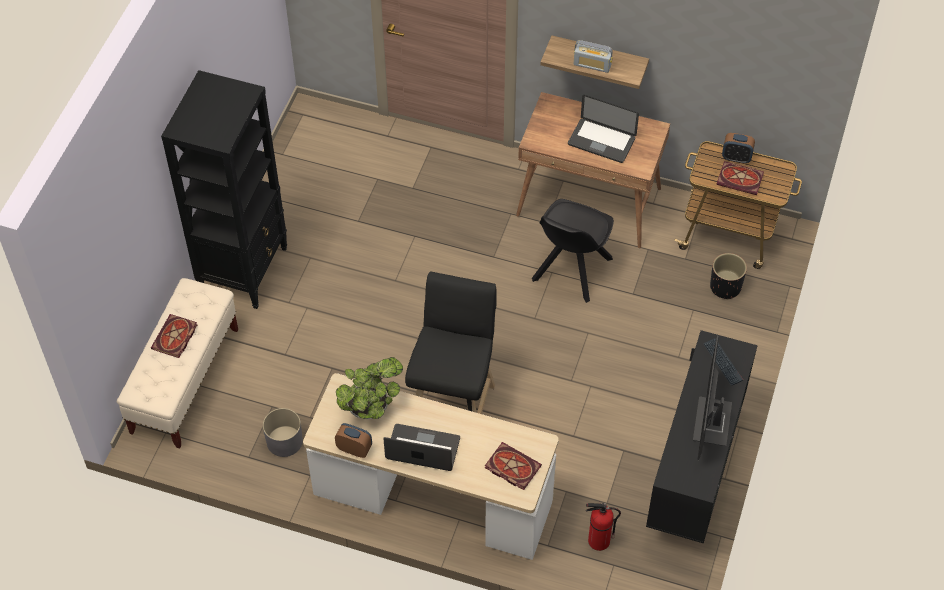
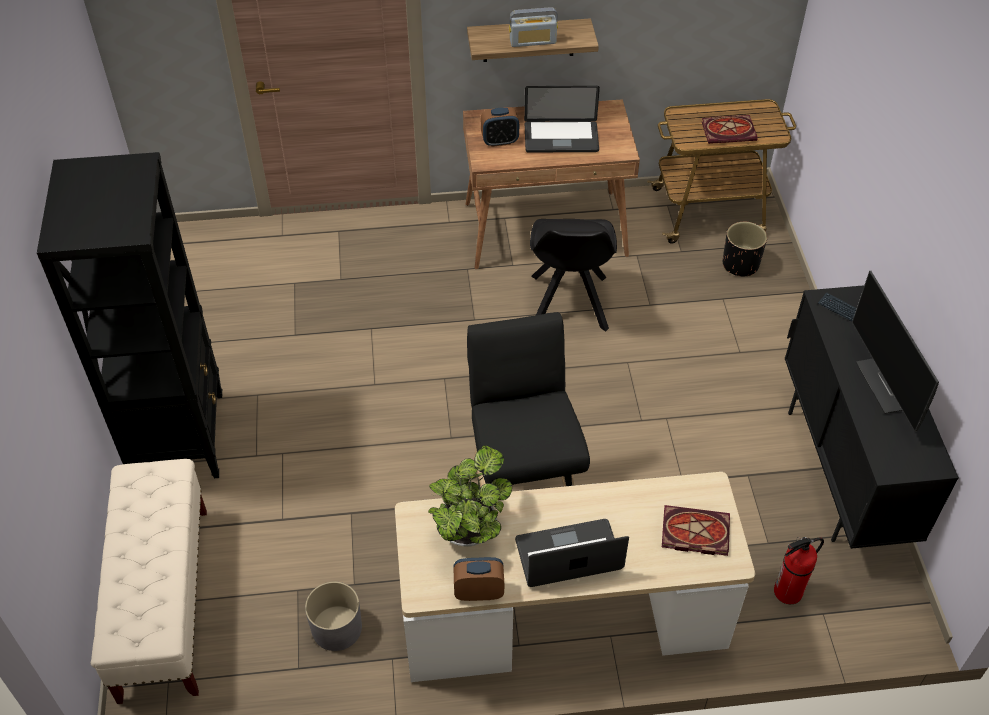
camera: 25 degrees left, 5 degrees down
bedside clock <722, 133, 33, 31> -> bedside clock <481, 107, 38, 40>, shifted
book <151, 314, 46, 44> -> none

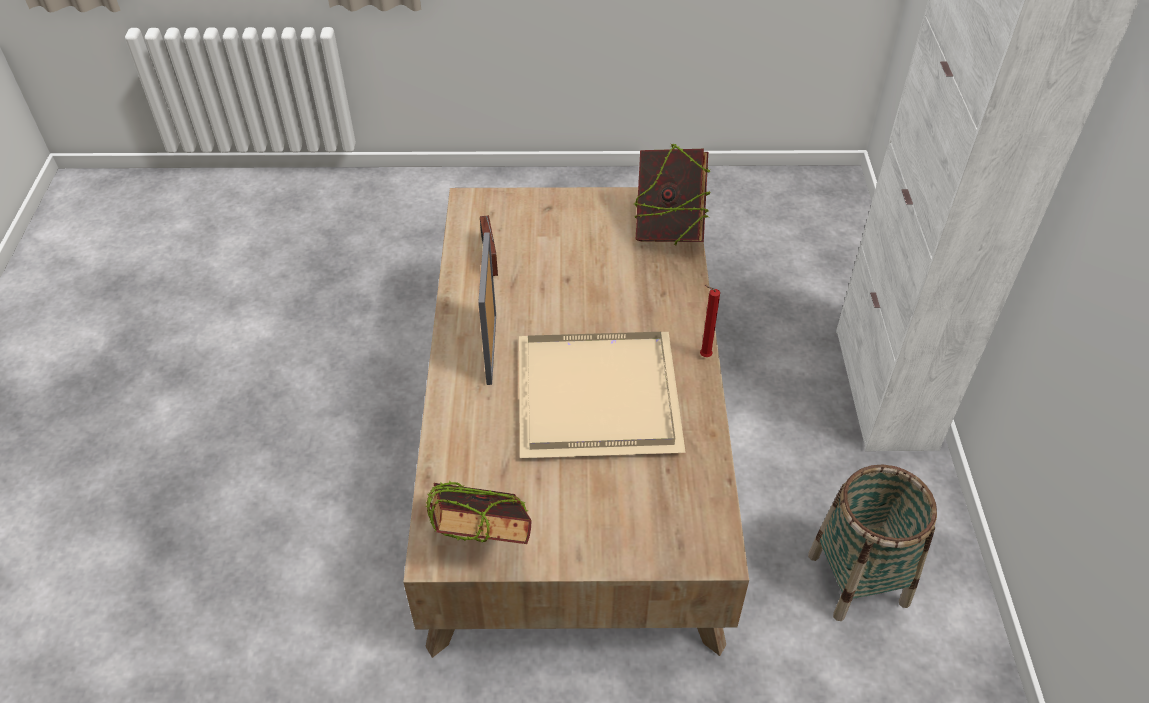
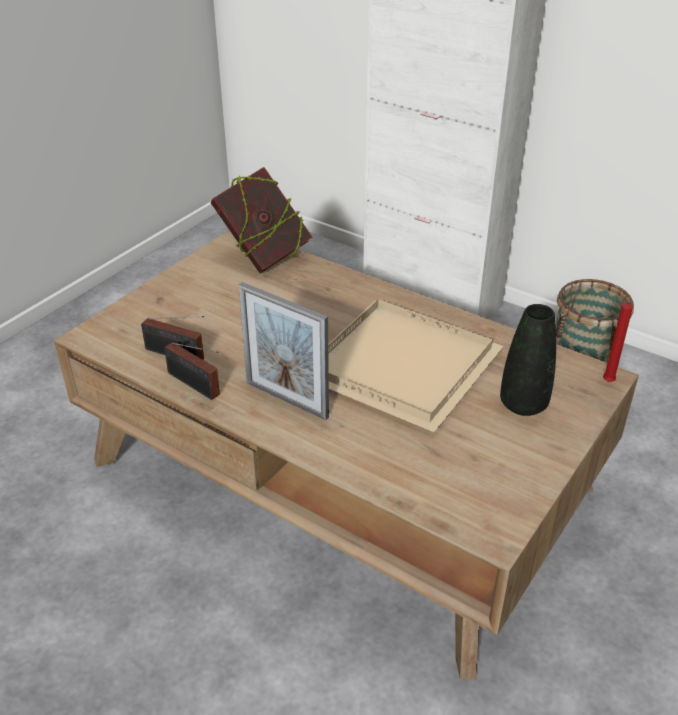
camera: 55 degrees left, 10 degrees down
none -> radio <164, 342, 56, 58>
none -> vase (black) <500, 304, 56, 112>
candle (reddish) <700, 285, 20, 72> -> candle (reddish) <603, 301, 30, 81>, shifted
book <426, 480, 105, 64> -> none

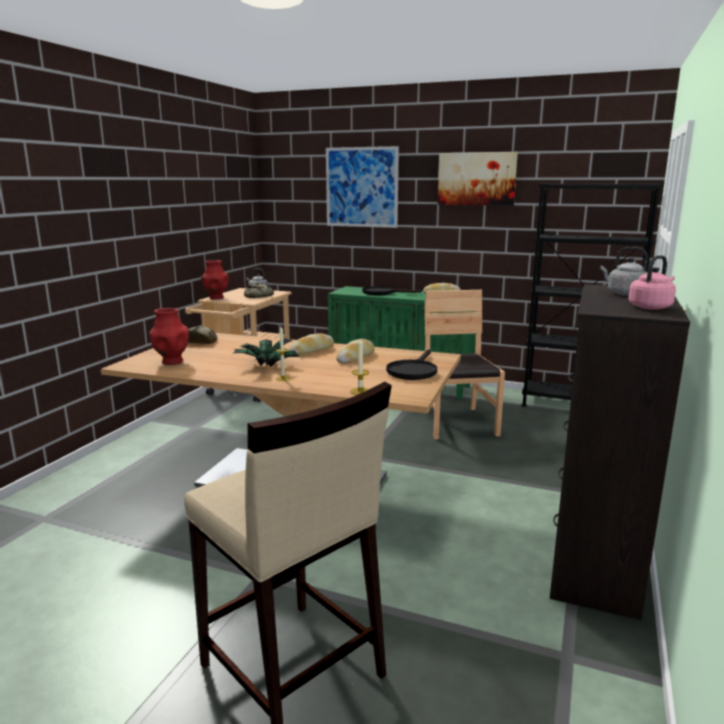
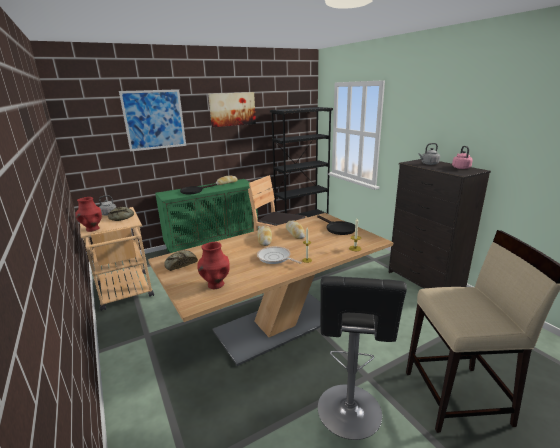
camera: 50 degrees left, 5 degrees up
plant in a pot <233, 338, 66, 29> -> pan <257, 246, 45, 18>
none -> stool (black) <318, 276, 89, 164>

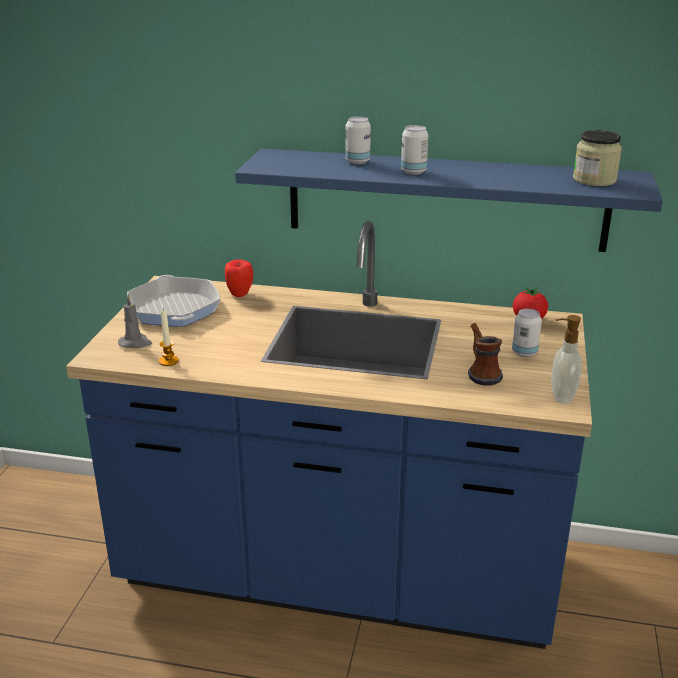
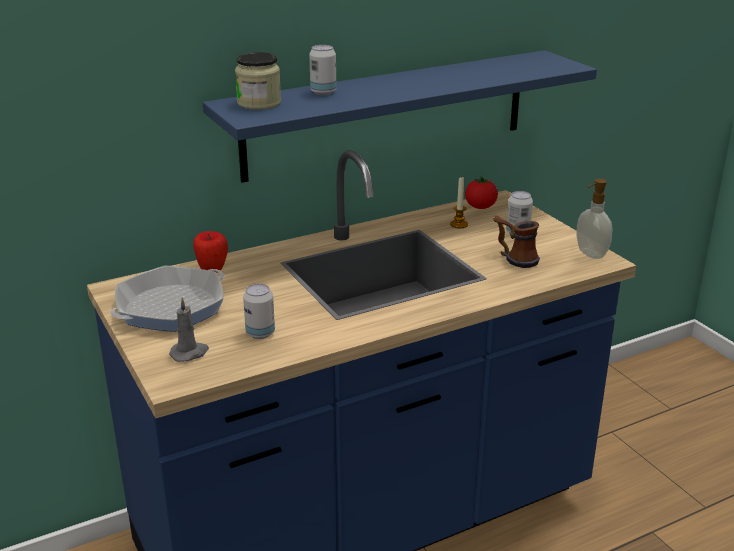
camera: 40 degrees left, 0 degrees up
pan <127, 275, 94, 52> -> pan <110, 266, 114, 66>, 75 degrees counterclockwise
preserve jar <573, 130, 49, 56> -> preserve jar <235, 52, 46, 58>, shifted
can <401, 125, 27, 50> -> can <243, 284, 32, 55>, shifted
candle <159, 309, 20, 57> -> candle <450, 176, 18, 52>, shifted

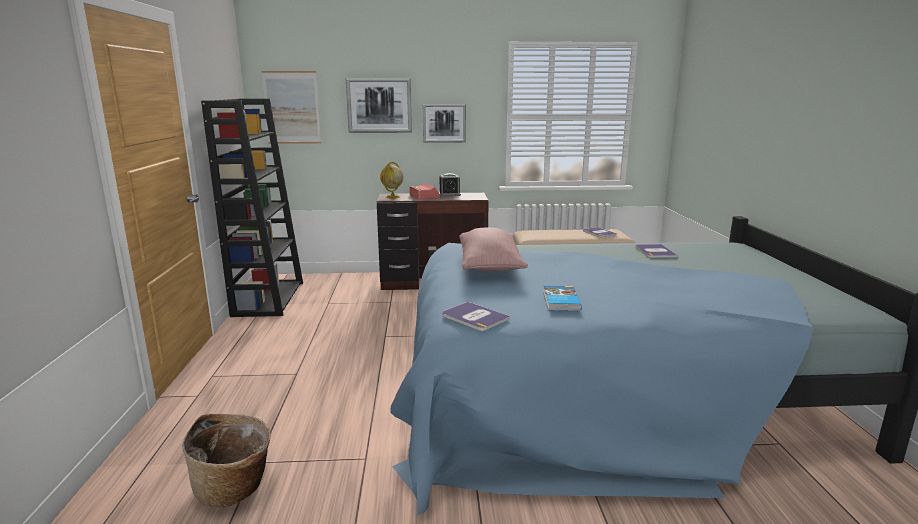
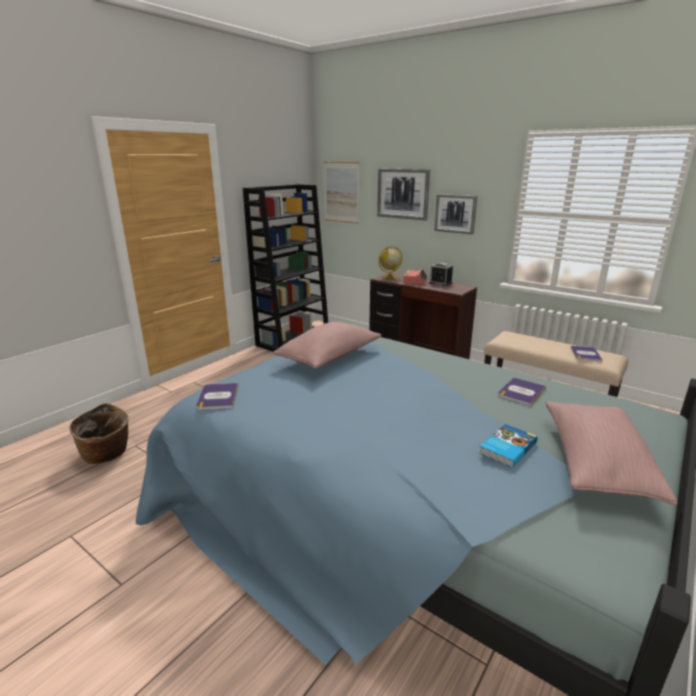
camera: 40 degrees right, 5 degrees up
book <543, 286, 39, 25> -> book <479, 424, 59, 44>, shifted
none -> cushion (pink) <546, 402, 132, 103>

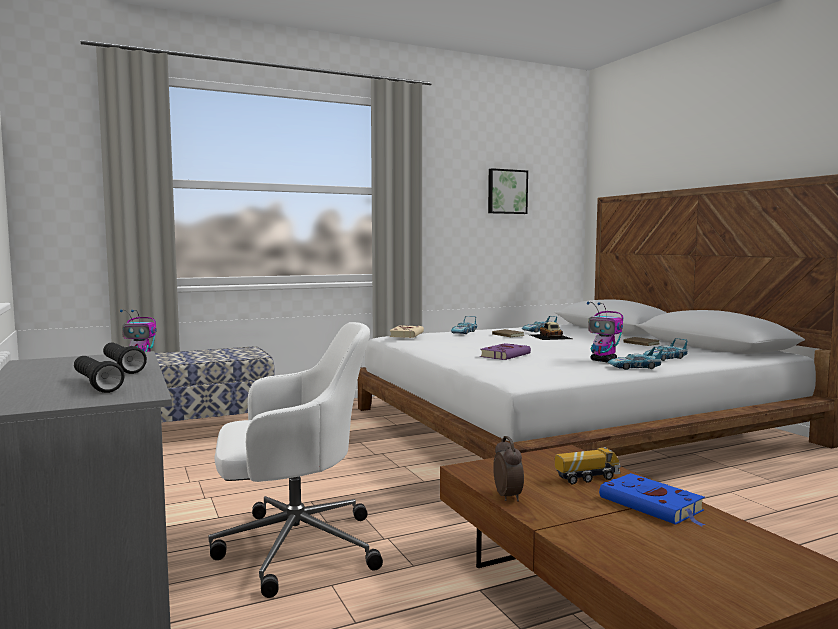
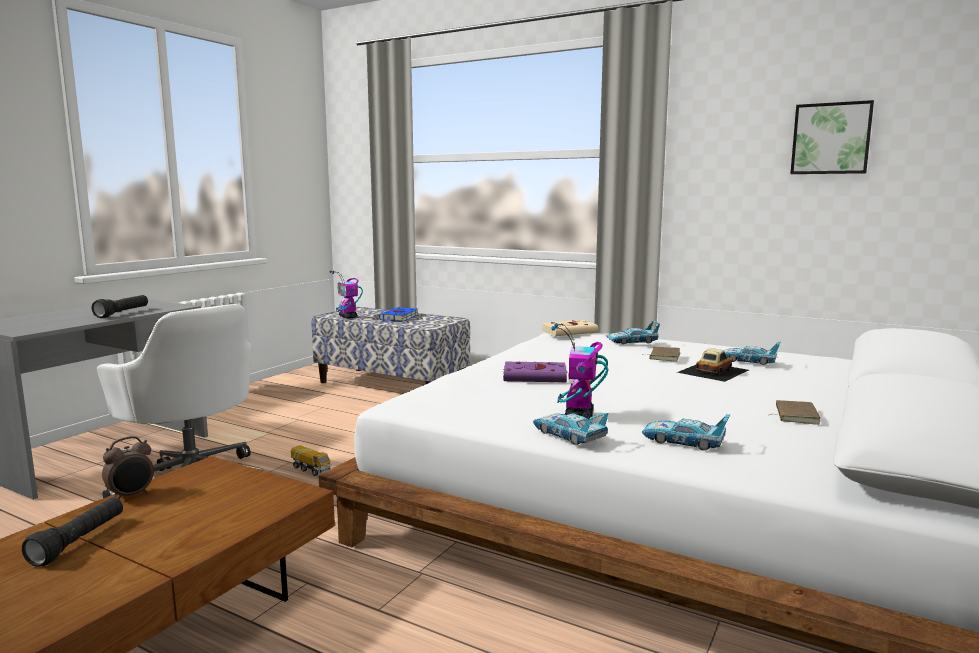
camera: 55 degrees right, 5 degrees up
hand torch (black) <74, 356, 51, 37> -> hand torch (black) <22, 497, 101, 70>, shifted
toy truck <555, 447, 66, 37> -> toy truck <291, 445, 41, 31>, shifted
book (bluish) <599, 473, 107, 54> -> book (bluish) <379, 307, 40, 16>, shifted

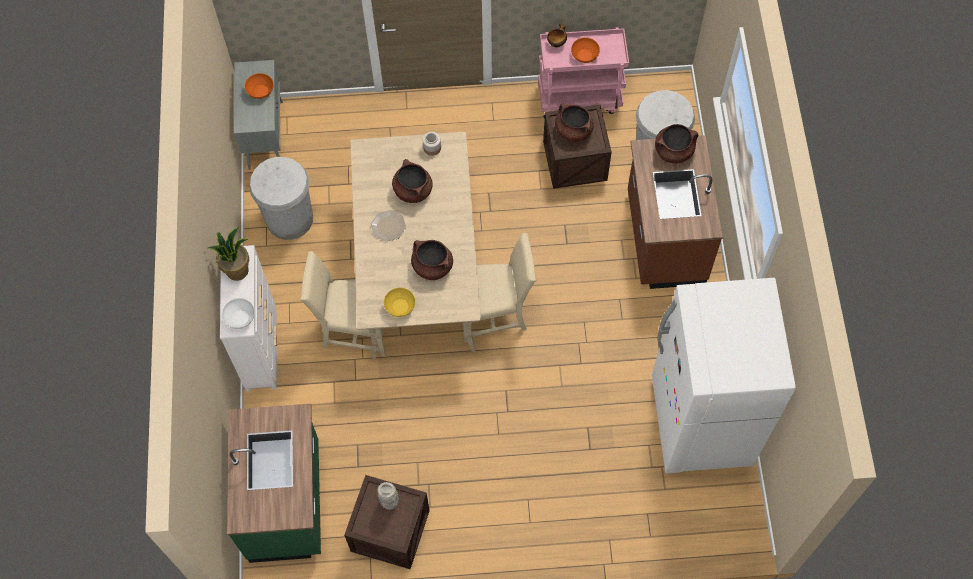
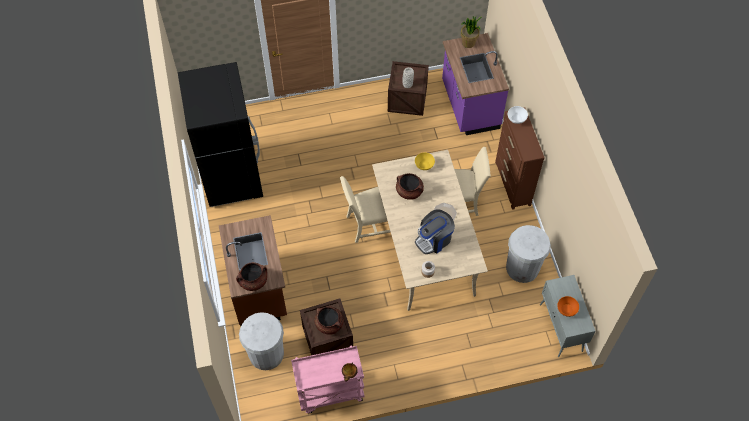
camera: 170 degrees right, 5 degrees down
kitchen fridge (whitish) <652, 278, 144, 195> -> kitchen fridge (black) <178, 62, 85, 145>
stockpot (brownish) <392, 159, 41, 44> -> coffee machine <415, 209, 40, 45>
kitchen counter (green-coloured) <227, 404, 94, 159> -> kitchen counter (purplish) <442, 33, 67, 102>
plant in a pot <207, 227, 42, 54> -> plant in a pot <461, 16, 20, 32>, shifted
drawer chest (whitish) <220, 245, 57, 147> -> drawer chest (brownish) <495, 107, 50, 103>
bowl (orange-coloured) <571, 38, 29, 25> -> none

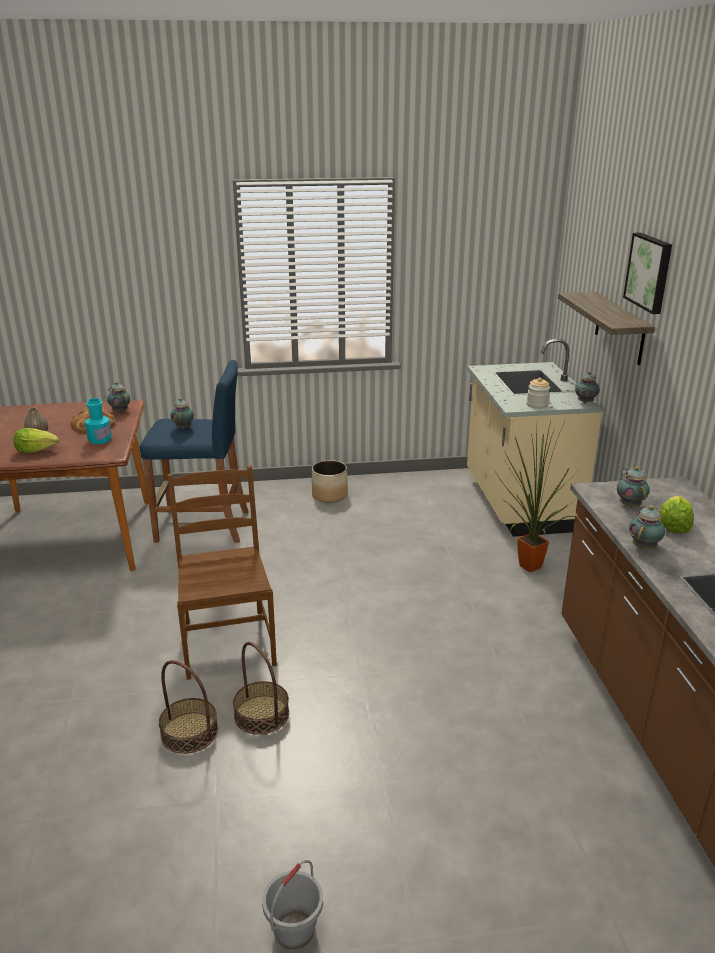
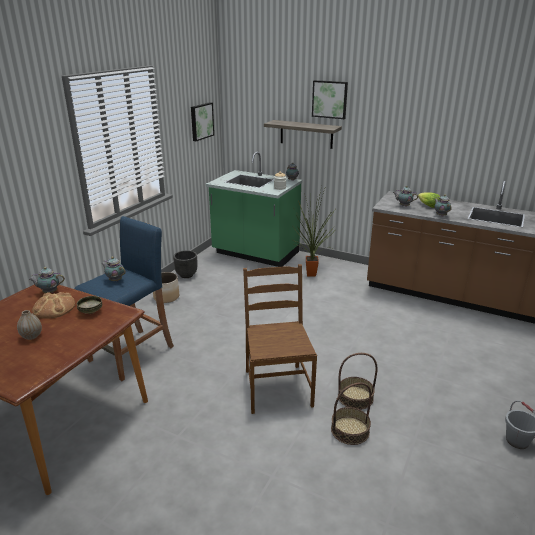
camera: 55 degrees left, 0 degrees up
bottle (blue-green) <85, 398, 27, 46> -> bowl <77, 296, 25, 18>
none -> planter (black) <173, 251, 24, 27>
none -> wall art <191, 102, 23, 39>
kitchen counter (beige) <467, 339, 136, 198> -> kitchen counter (green-coloured) <206, 152, 96, 115>
chair (brownish) <168, 465, 109, 215> -> chair (brownish) <243, 264, 74, 150>, 60 degrees clockwise
lettuce <14, 428, 45, 25> -> none

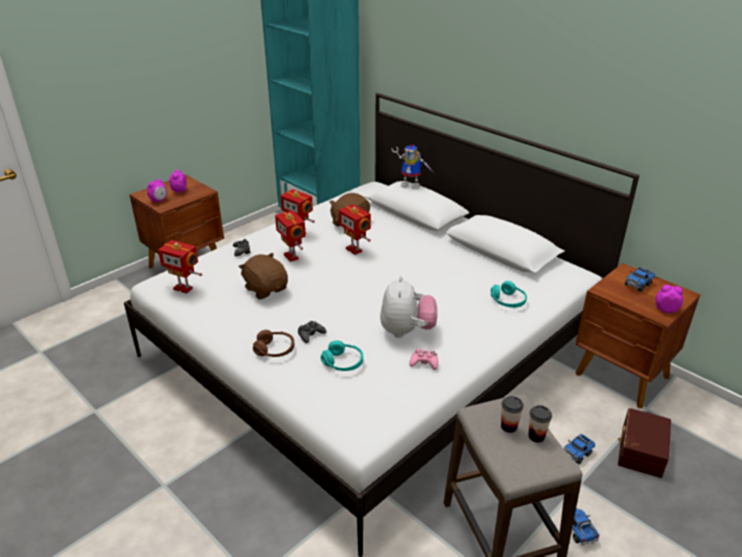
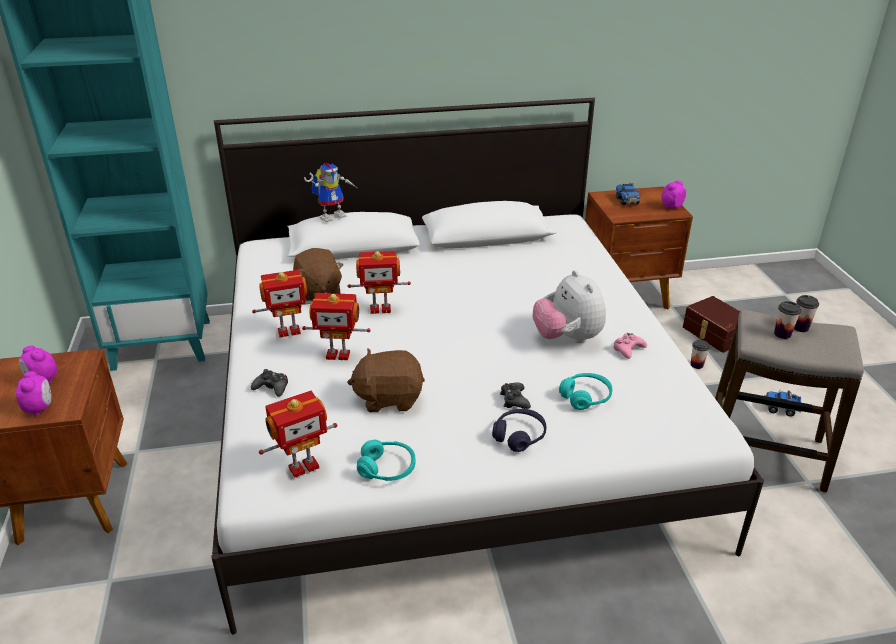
camera: 55 degrees left, 0 degrees up
pair of headphones (blue-green) <491, 281, 36, 27> -> pair of headphones (blue-green) <357, 440, 58, 41>, shifted
pair of headphones (brownish) <253, 330, 41, 27> -> pair of headphones (purplish) <492, 409, 55, 43>
soft toy <380, 276, 57, 62> -> soft toy <533, 270, 73, 73>, 150 degrees counterclockwise
toy truck <564, 434, 31, 30> -> drinking cup <691, 340, 19, 29>

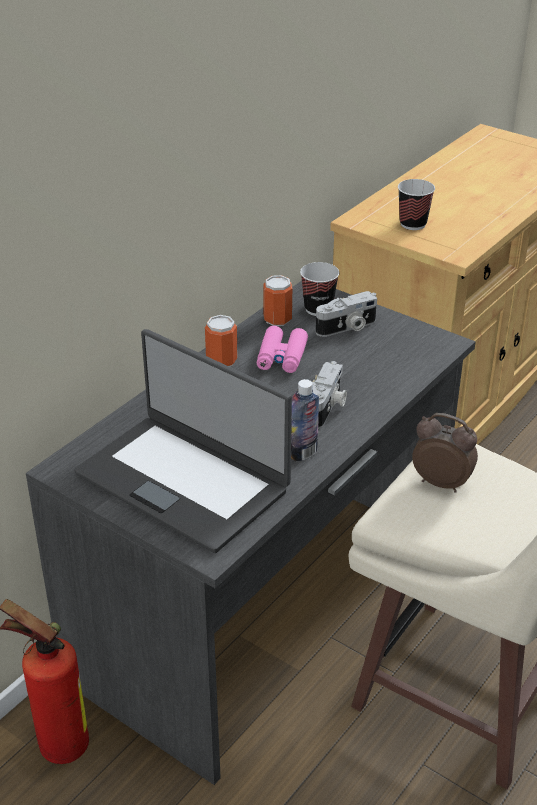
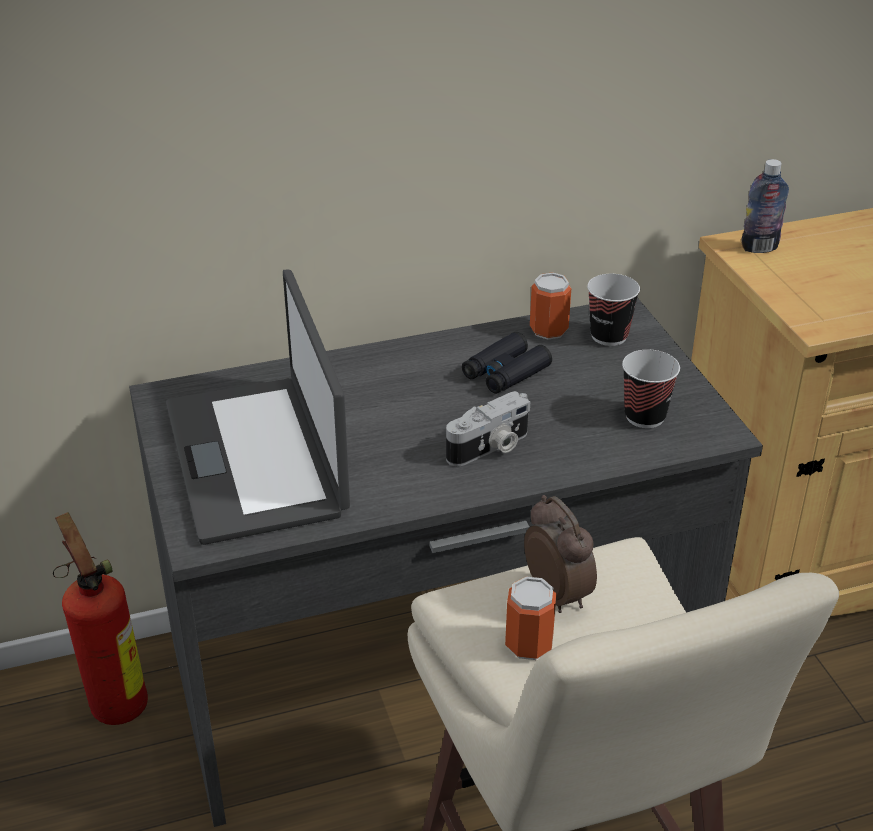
camera: 35 degrees right, 0 degrees up
pair of binoculars (pink) <257, 326, 51, 47> -> pair of binoculars (black) <462, 332, 90, 62>
can <205, 315, 33, 52> -> can <505, 577, 51, 83>, shifted
drinking cup <398, 179, 37, 51> -> drinking cup <622, 350, 58, 78>, shifted
bottle <291, 379, 28, 82> -> bottle <741, 159, 48, 94>, shifted
photo camera <316, 291, 61, 46> -> none

